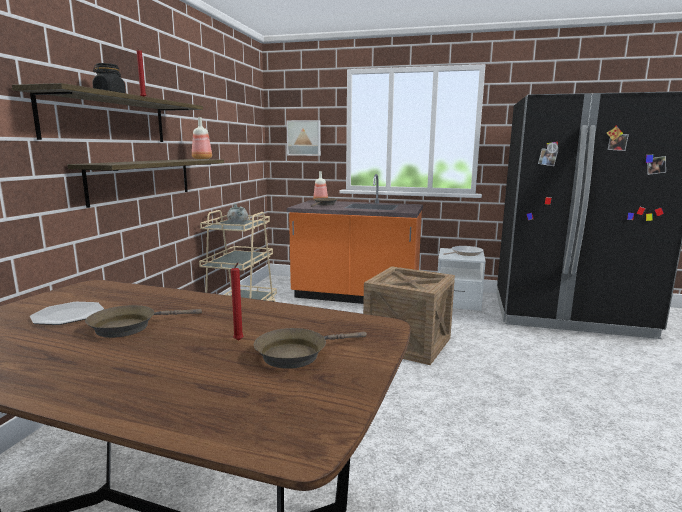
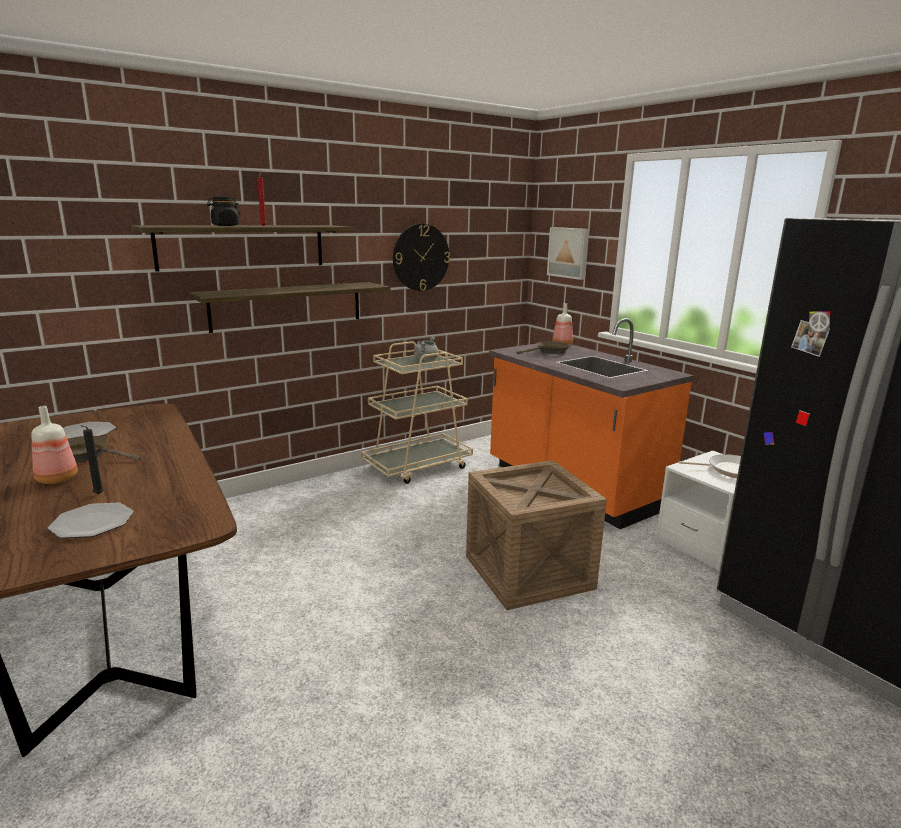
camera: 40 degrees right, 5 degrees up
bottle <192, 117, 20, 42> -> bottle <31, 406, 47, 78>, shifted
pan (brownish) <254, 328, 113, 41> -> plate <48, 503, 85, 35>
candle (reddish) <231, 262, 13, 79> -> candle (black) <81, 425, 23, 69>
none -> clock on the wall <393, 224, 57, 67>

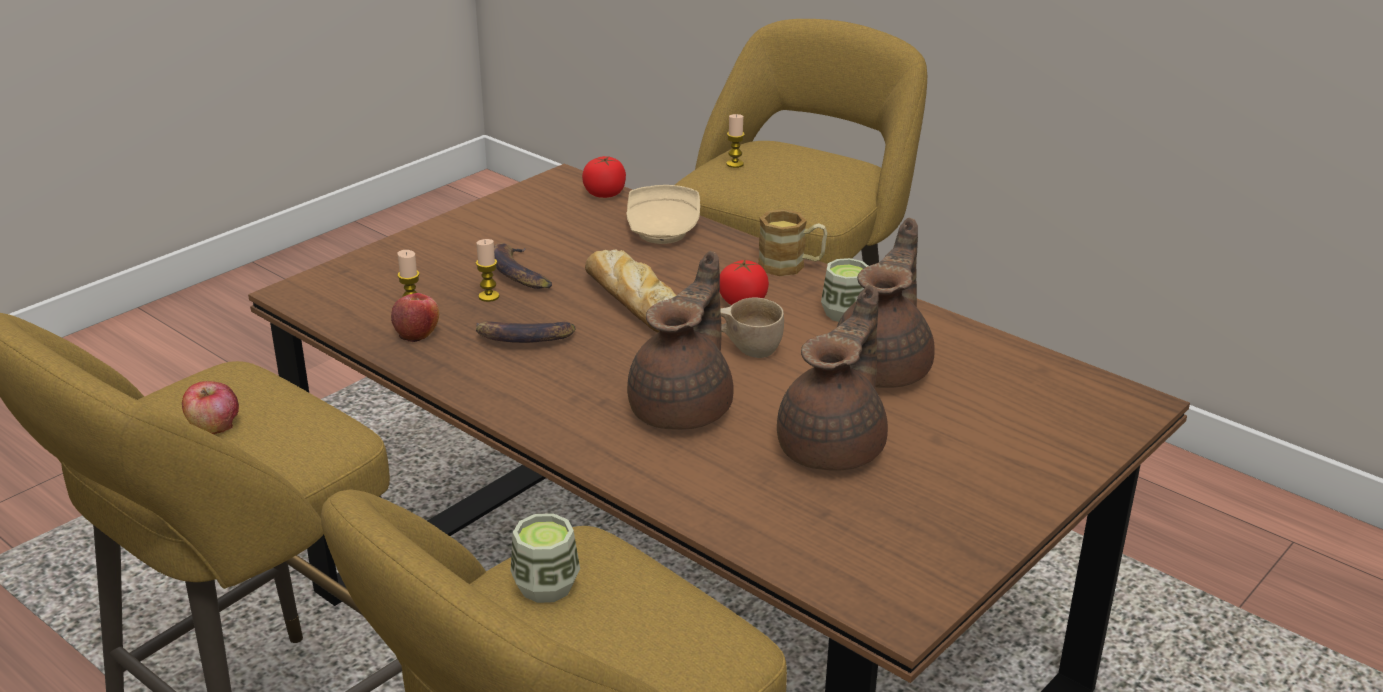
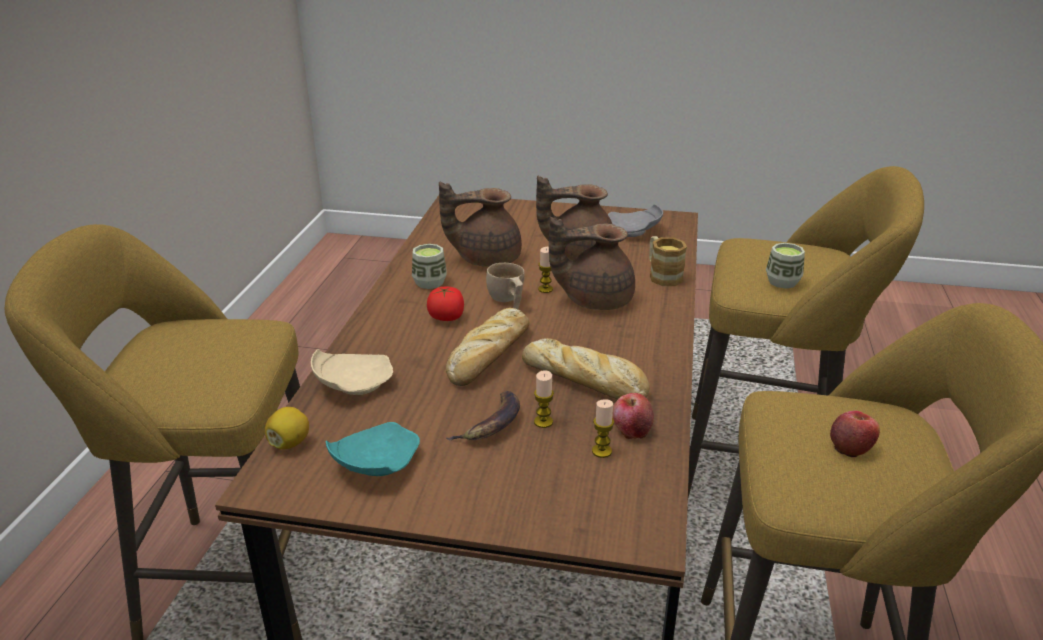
camera: 120 degrees left, 0 degrees up
whole tomato <582, 156, 44, 42> -> citrus fruit <265, 407, 44, 43>
none -> plate (blue-green) <326, 422, 94, 54>
banana fruit <476, 322, 100, 21> -> bakery bread <522, 338, 128, 61>
candle <726, 114, 19, 54> -> candle <538, 247, 15, 46>, shifted
none -> plate (grey) <608, 204, 55, 33>
mug <758, 209, 69, 67> -> mug <649, 236, 38, 50>, shifted

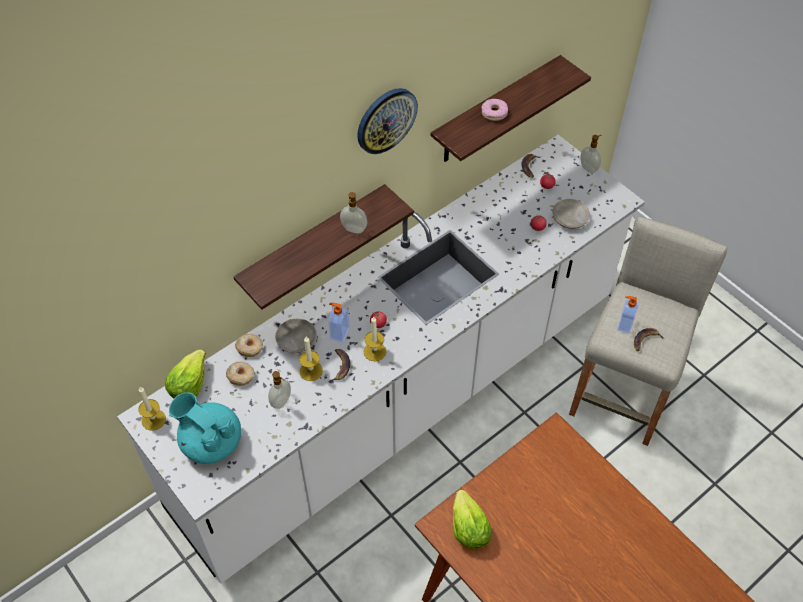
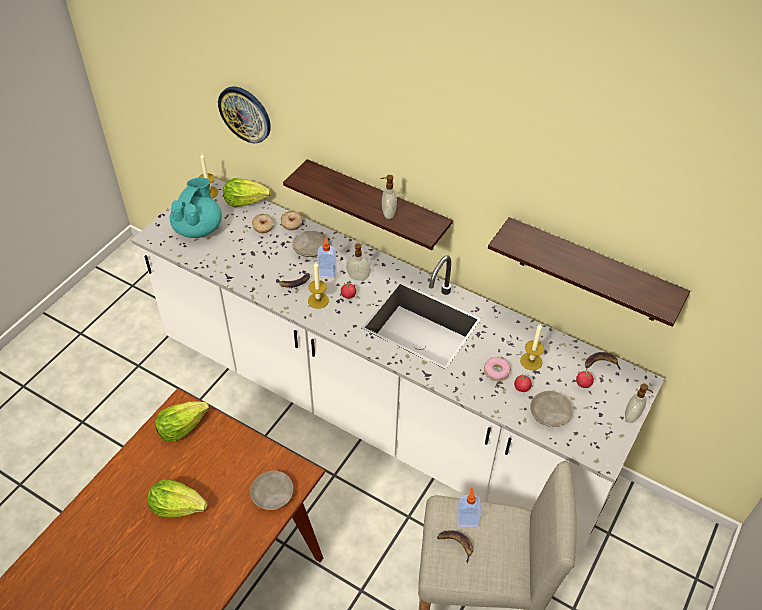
camera: 70 degrees right, 5 degrees down
none -> lettuce <147, 479, 61, 38>
clock on the wall <357, 88, 61, 66> -> clock on the wall <218, 86, 53, 57>, shifted
none -> plate (beige) <250, 470, 43, 40>
liquid soap bottle <268, 371, 23, 38> -> liquid soap bottle <346, 243, 25, 38>, shifted
ring doughnut <481, 99, 27, 22> -> ring doughnut <484, 357, 27, 25>, shifted
candle <299, 337, 24, 44> -> candle <520, 323, 24, 47>, shifted

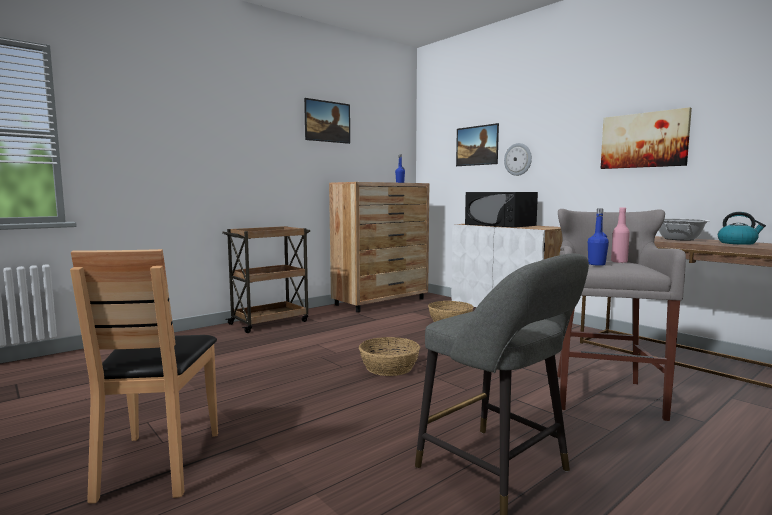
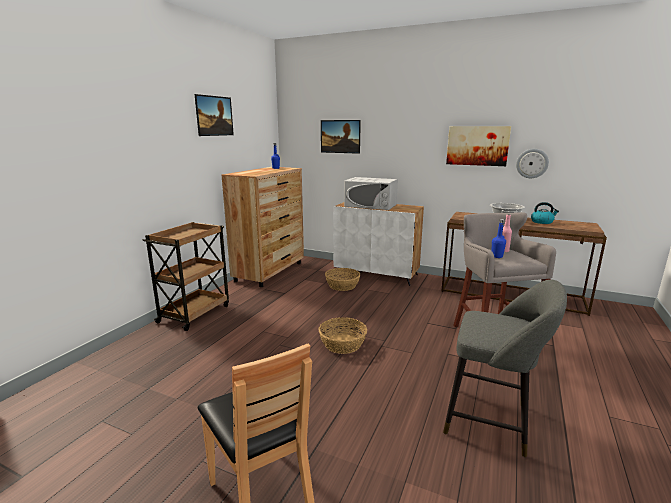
camera: 25 degrees left, 10 degrees up
microwave (black) <465, 192, 73, 36> -> microwave (whitish) <344, 177, 54, 33>
clock on the wall <504, 143, 28, 33> -> clock on the wall <516, 149, 33, 29>, shifted

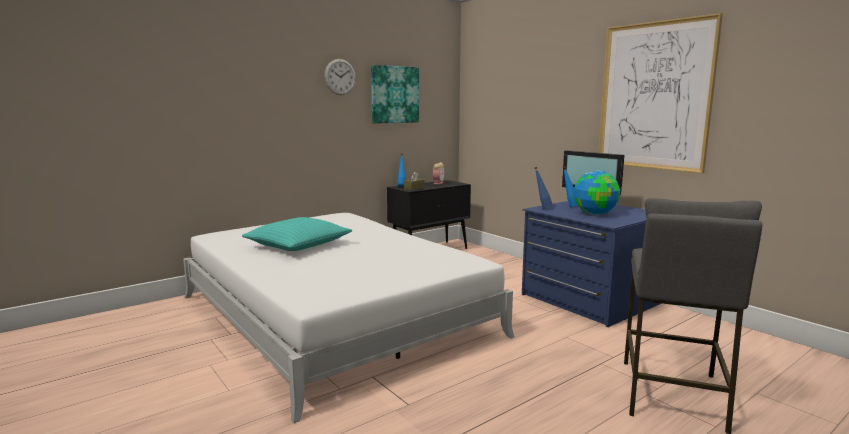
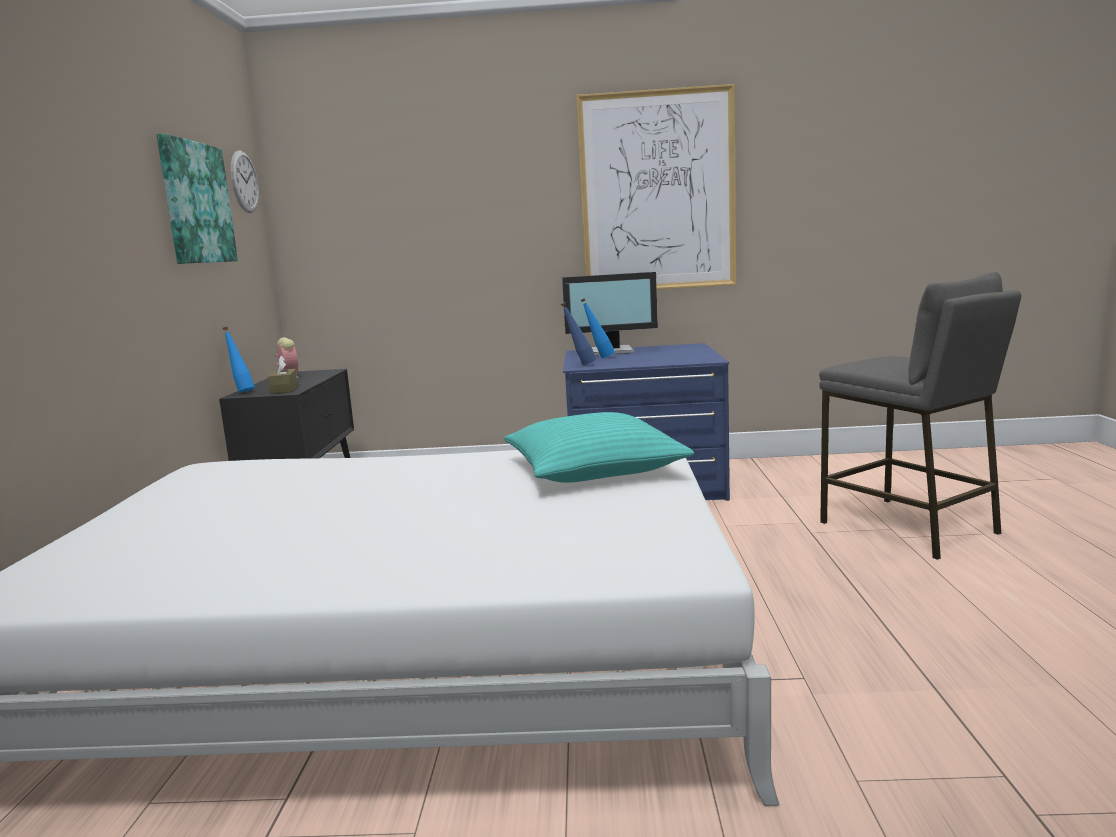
camera: 50 degrees left, 0 degrees up
clock on the wall <324, 59, 32, 36> -> clock on the wall <231, 151, 28, 62>, shifted
cushion (blue-green) <242, 217, 110, 34> -> cushion (blue-green) <504, 412, 190, 71>, shifted
desk globe <574, 170, 46, 45> -> none

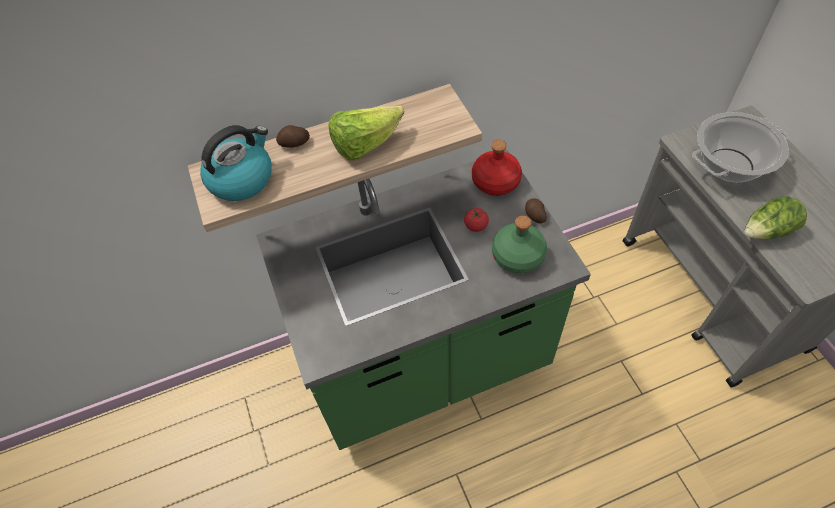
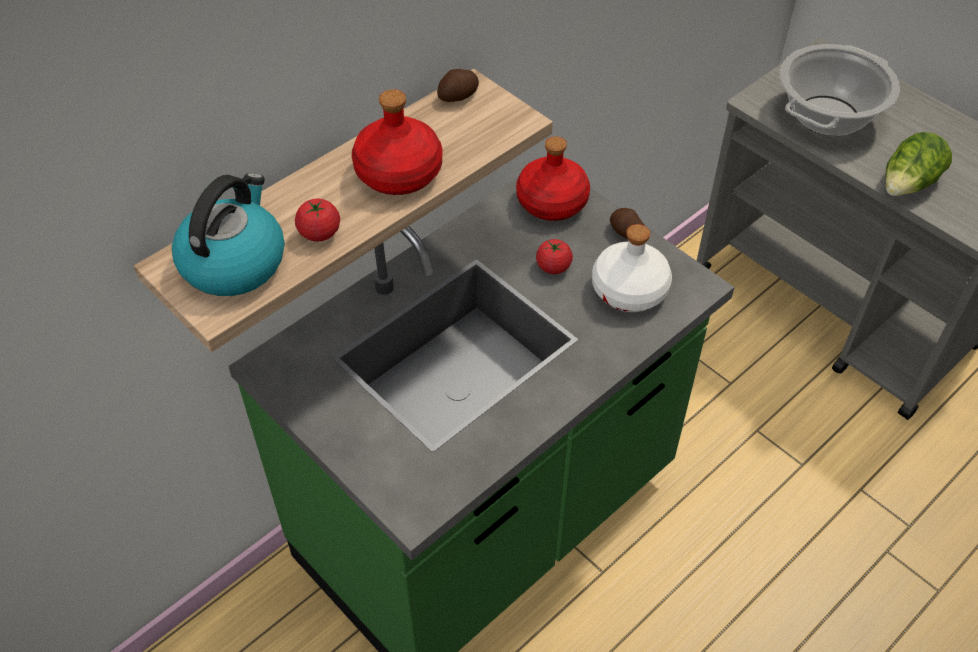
camera: 25 degrees left, 5 degrees down
none -> whole tomato <295, 199, 45, 43>
lettuce <328, 106, 76, 55> -> bottle (reddish) <352, 89, 90, 106>
spud <276, 125, 34, 23> -> spud <437, 69, 42, 33>, shifted
bottle (green-coloured) <492, 215, 55, 58> -> bottle (whitish) <592, 224, 80, 88>

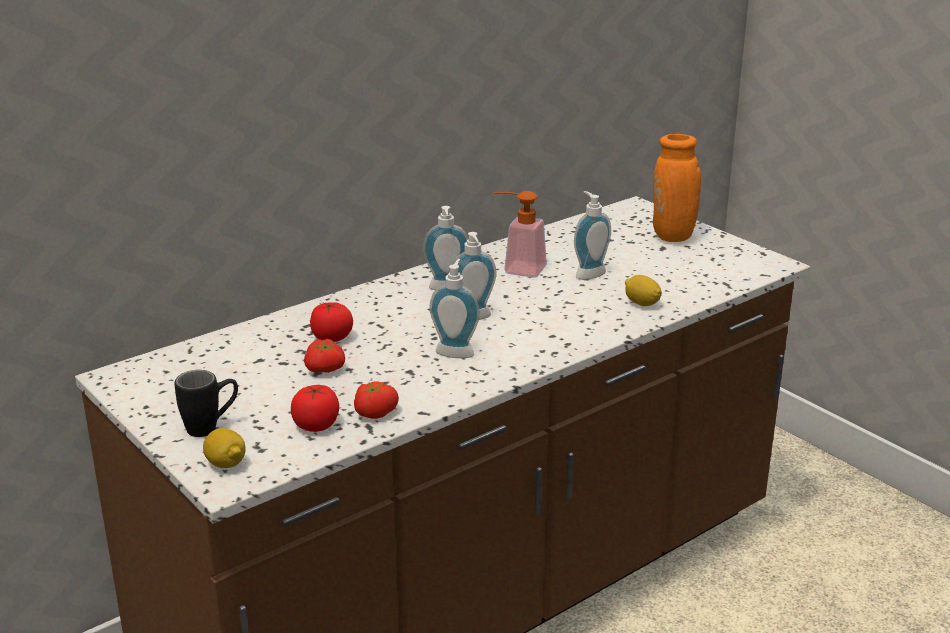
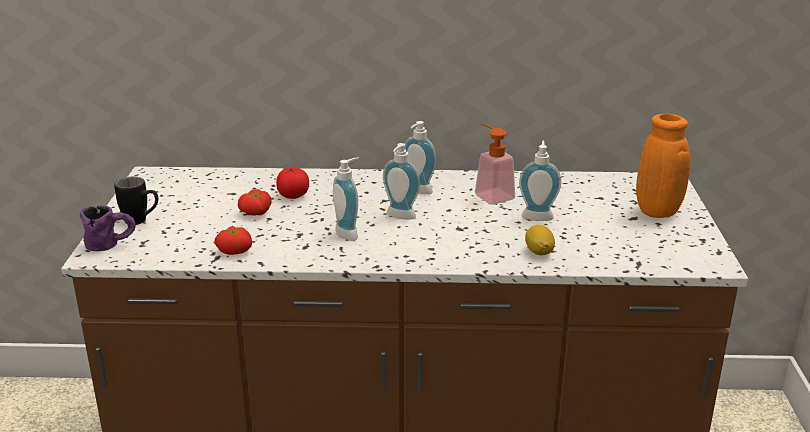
camera: 40 degrees right, 0 degrees up
citrus fruit <203, 428, 43, 40> -> mug (purplish) <79, 205, 57, 46>
whole tomato <291, 385, 48, 47> -> none

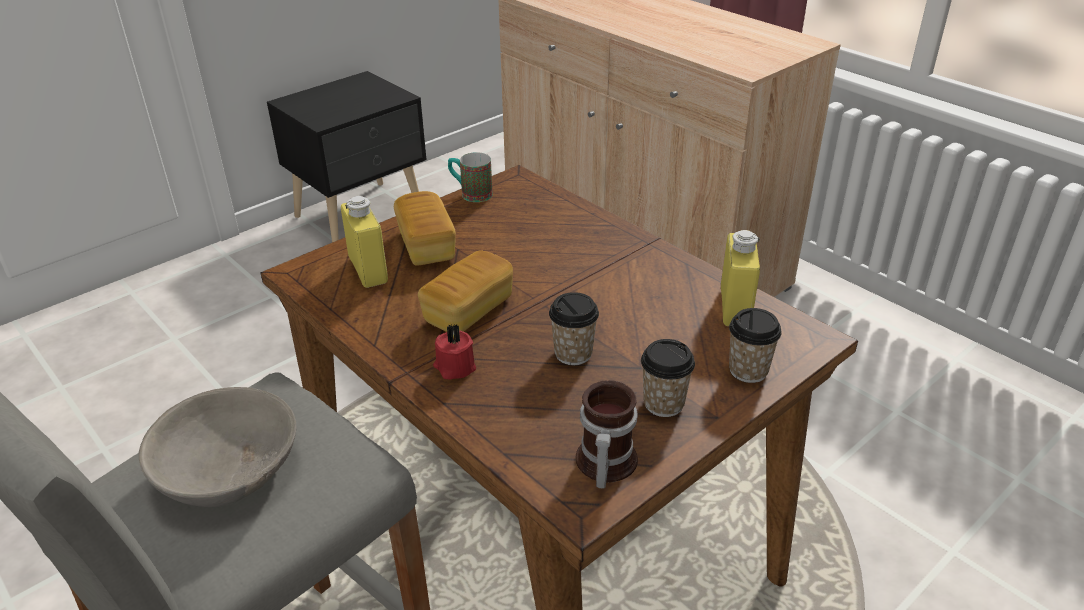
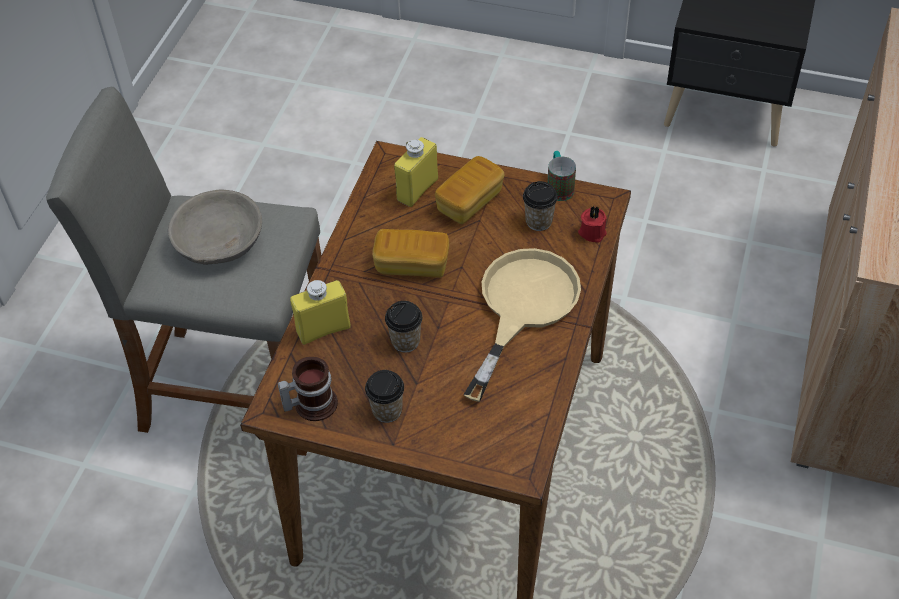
camera: 60 degrees right, 15 degrees up
bottle (yellow) <721, 230, 39, 96> -> bottle (yellow) <290, 280, 61, 65>, shifted
none -> pan (beige) <463, 248, 118, 154>
drinking cup <729, 308, 53, 75> -> drinking cup <523, 181, 35, 50>, shifted
candle (reddish) <433, 324, 43, 55> -> candle (reddish) <578, 206, 29, 36>, shifted

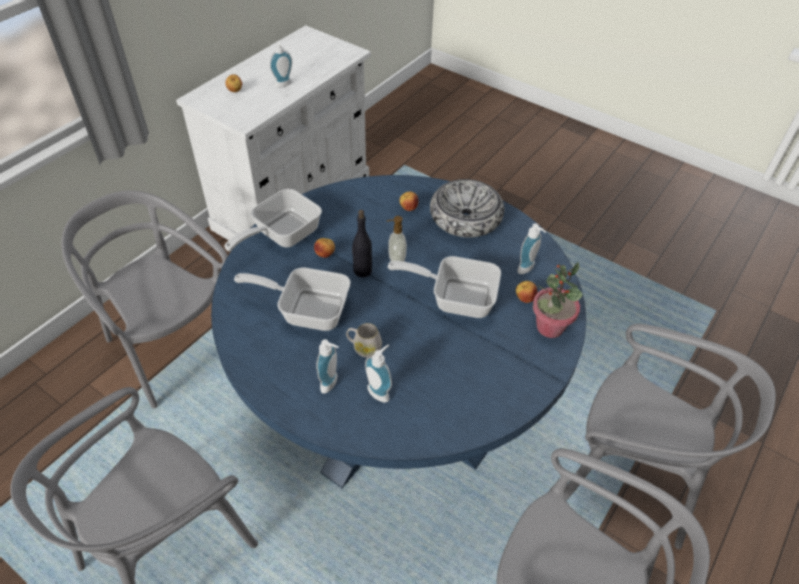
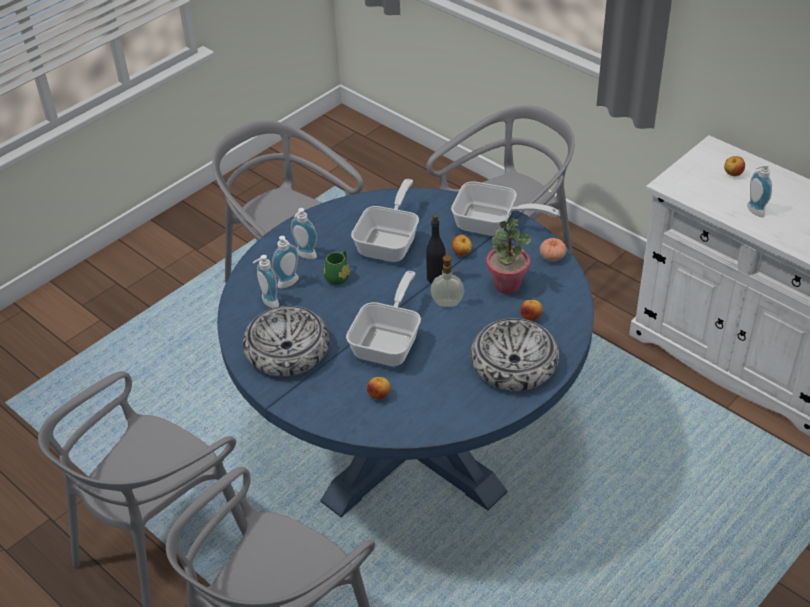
camera: 100 degrees right, 5 degrees down
none -> bowl <243, 306, 86, 70>
liquid soap bottle <517, 223, 29, 51> -> liquid soap bottle <253, 255, 26, 53>, shifted
mug (whitish) <346, 323, 36, 35> -> mug (green-coloured) <324, 251, 26, 34>
pan <224, 189, 98, 62> -> pan <451, 181, 108, 55>, 150 degrees clockwise
plant in a pot <533, 262, 50, 76> -> plant in a pot <486, 218, 45, 76>, shifted
none -> whole tomato <540, 238, 26, 23>

